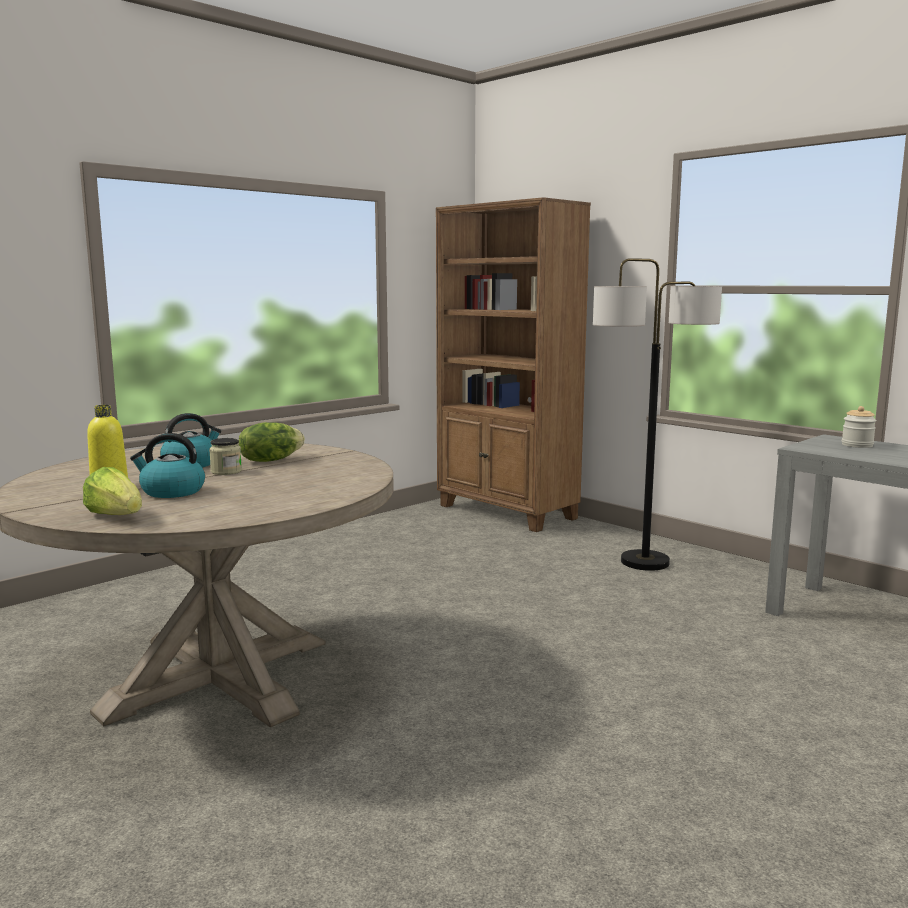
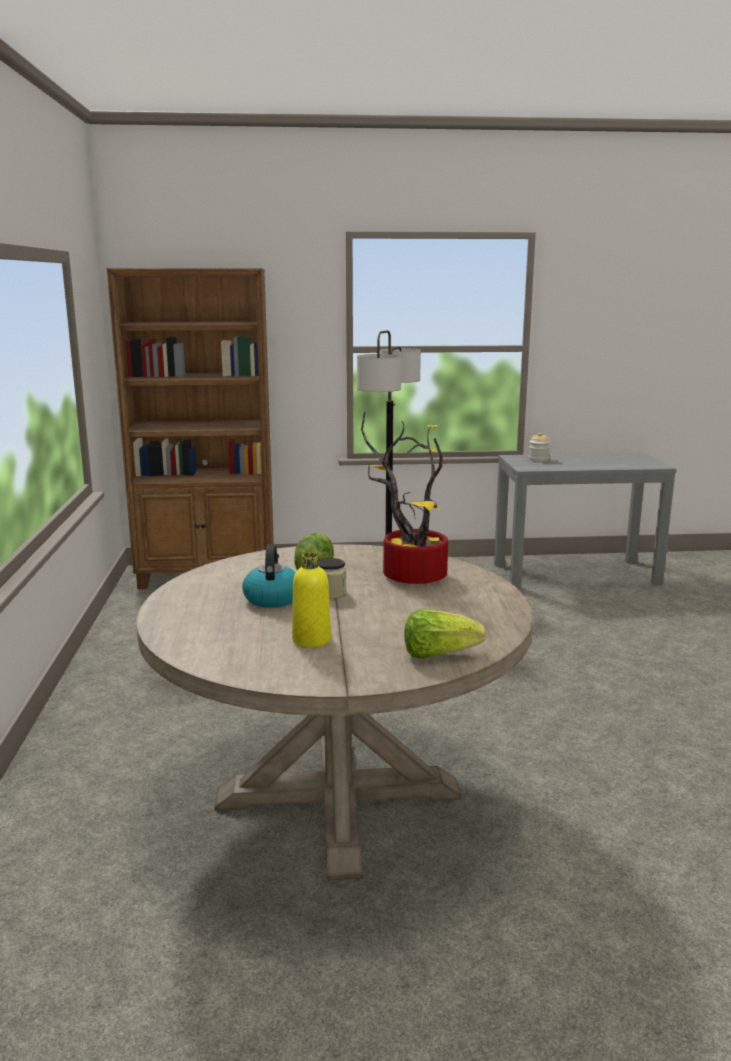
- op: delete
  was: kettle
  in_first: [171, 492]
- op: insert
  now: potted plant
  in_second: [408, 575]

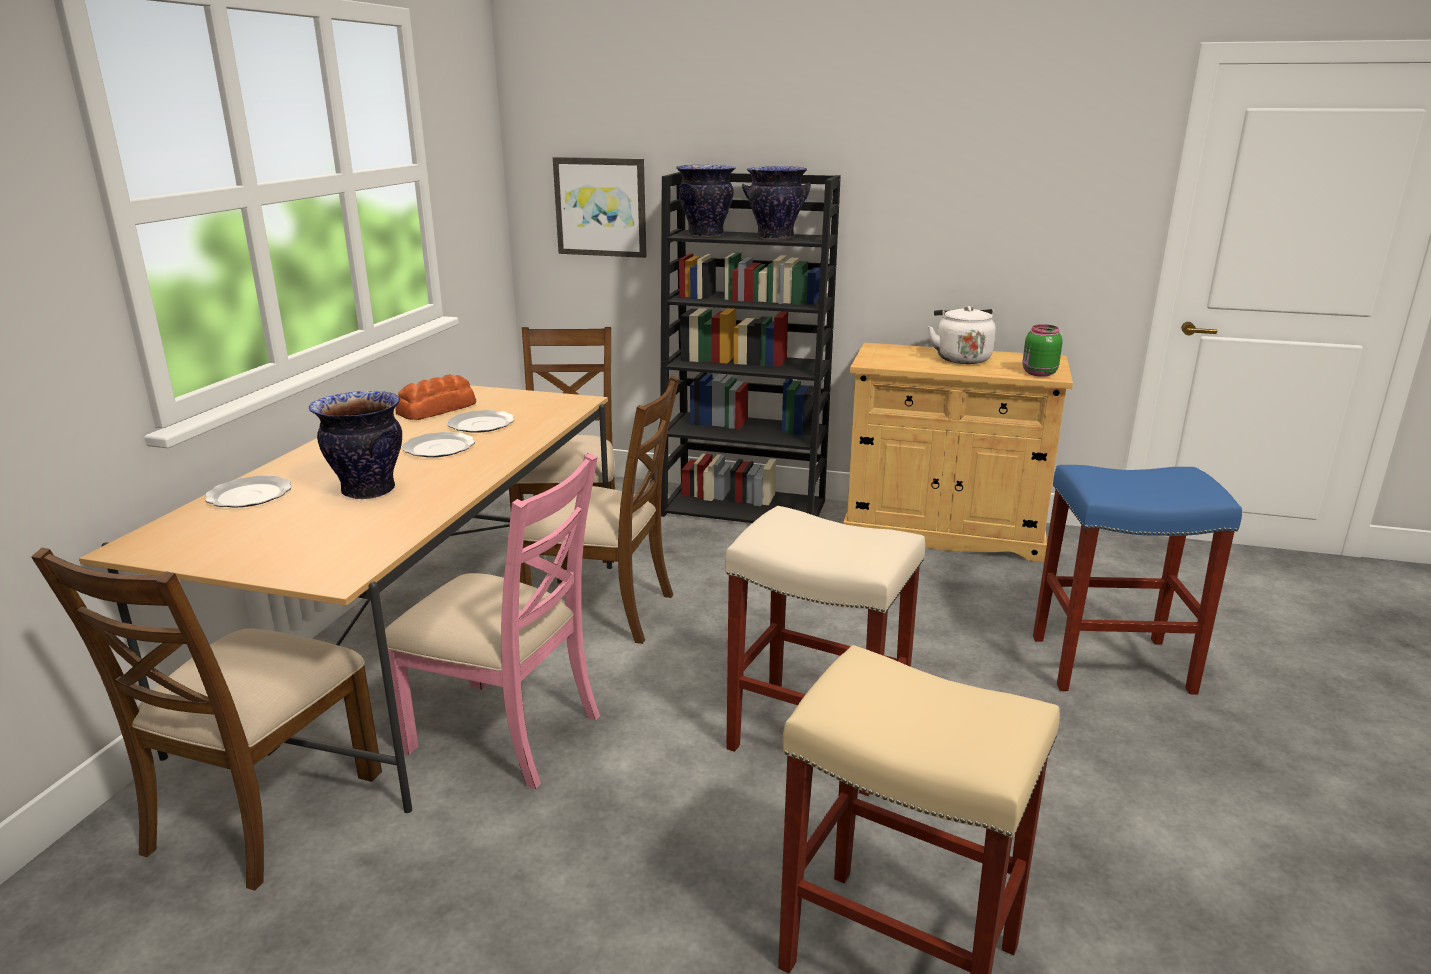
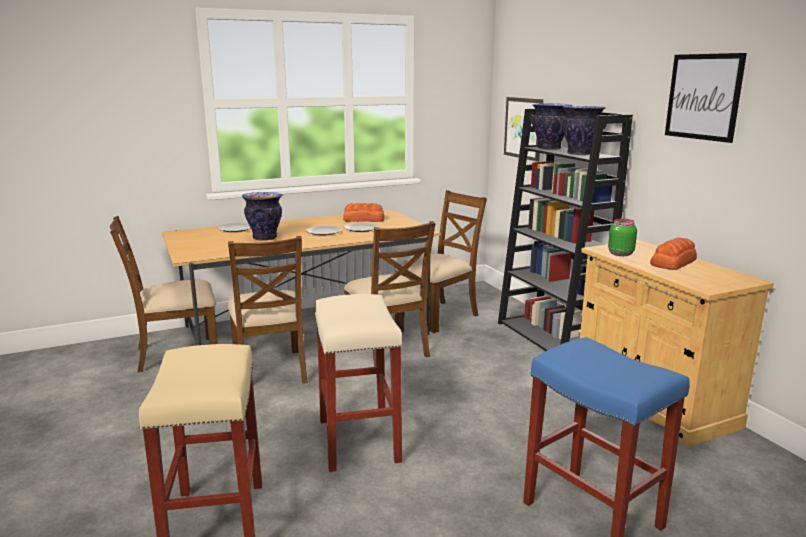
- op: insert
  now: picture
  in_second: [703, 97]
- op: move
  was: jar in green
  in_first: [1038, 373]
  in_second: [619, 254]
- op: replace
  was: kettle in white
  now: bread
  in_first: [961, 358]
  in_second: [674, 262]
- op: recolor
  was: chair in pink
  now: chair in brown
  in_first: [504, 732]
  in_second: [270, 370]

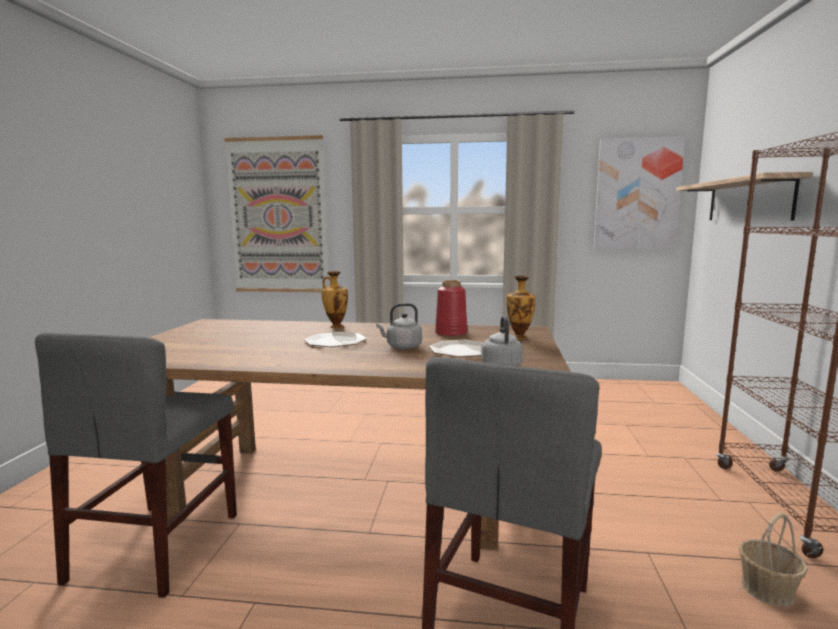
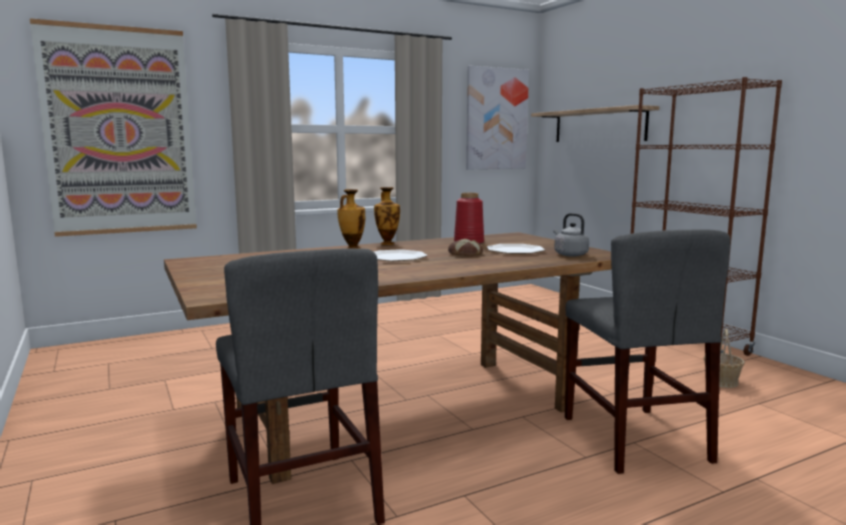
- op: move
  was: vase
  in_first: [519, 337]
  in_second: [387, 243]
- op: replace
  was: kettle in grey
  now: bread
  in_first: [402, 347]
  in_second: [464, 254]

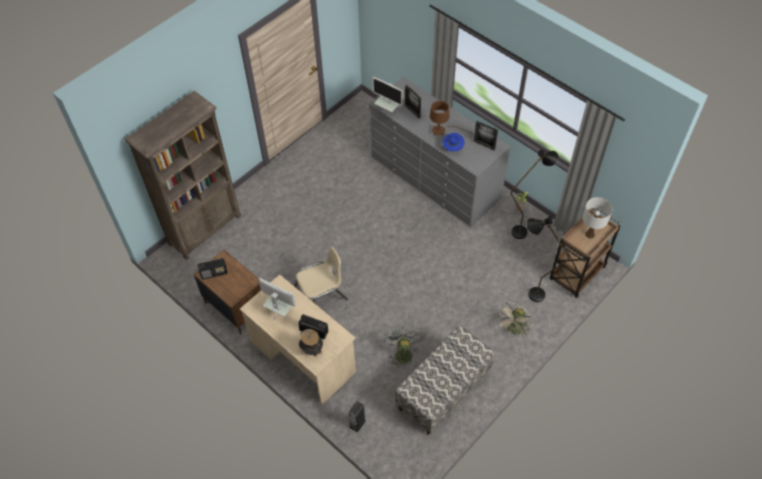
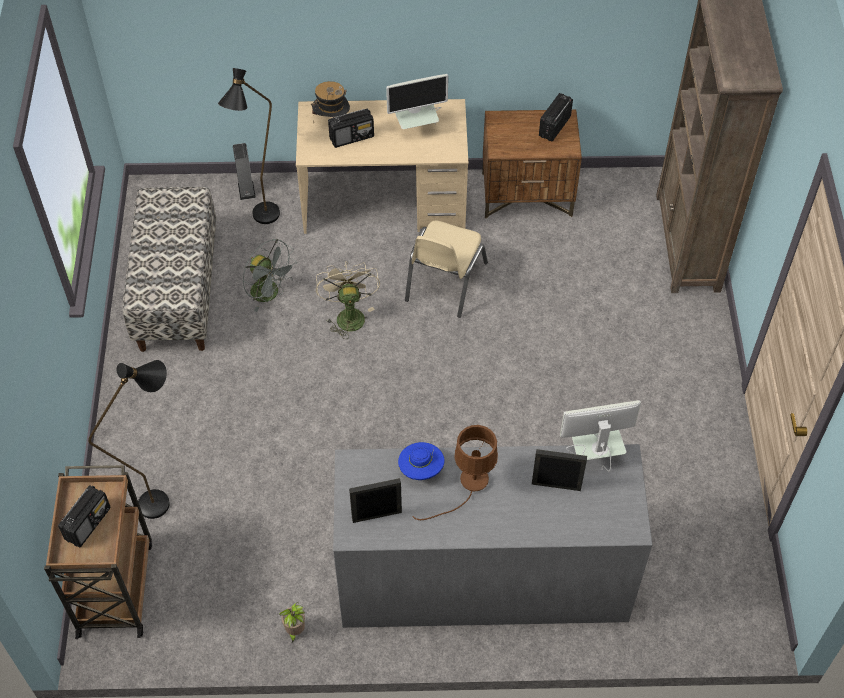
- op: move
  was: fan in beige
  in_first: [514, 330]
  in_second: [348, 314]
- op: move
  was: floor lamp in black
  in_first: [524, 230]
  in_second: [262, 221]
- op: replace
  was: table lamp in white
  now: radio
  in_first: [590, 234]
  in_second: [88, 523]

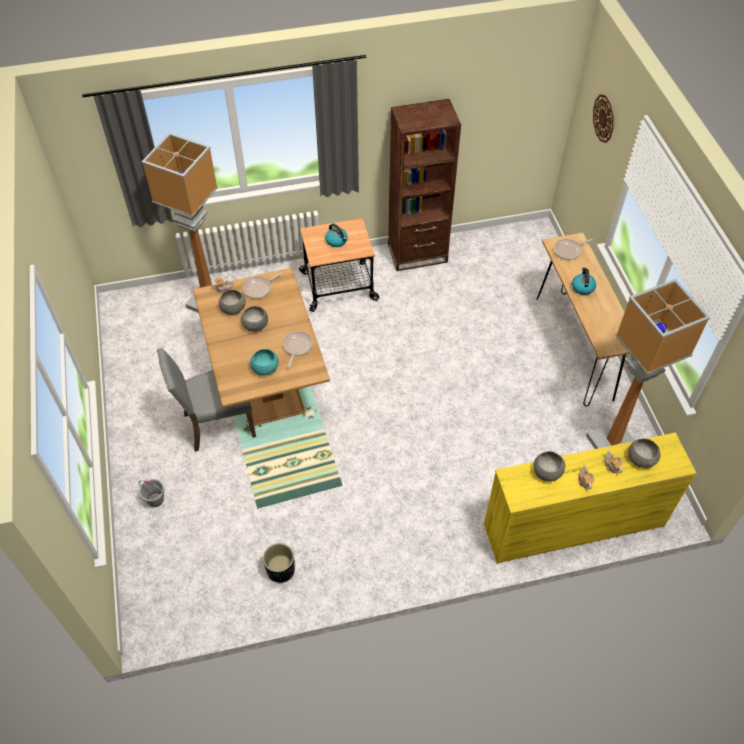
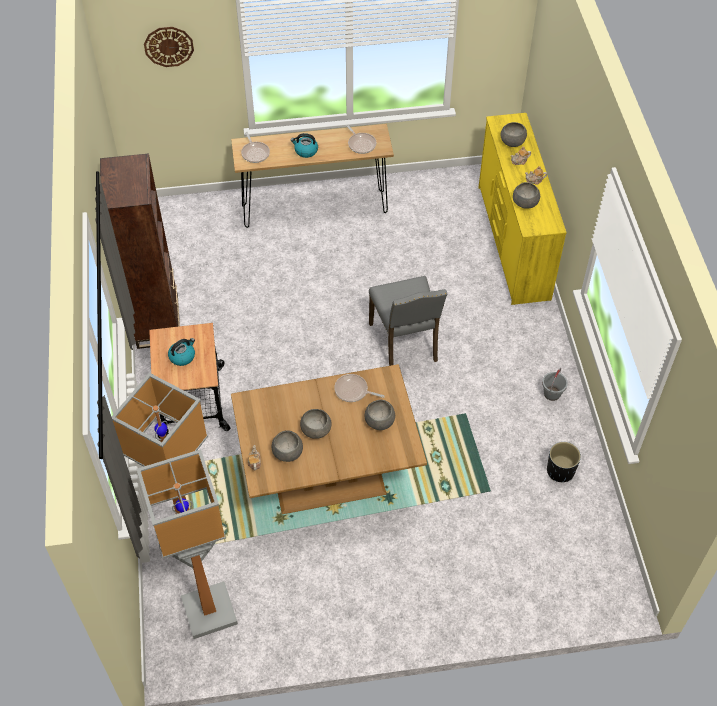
- op: move
  was: bucket in grey
  in_first: [155, 499]
  in_second: [552, 394]
- op: move
  was: chair in grey
  in_first: [217, 424]
  in_second: [405, 343]
- op: move
  was: frying pan
  in_first: [259, 288]
  in_second: [361, 144]
- op: move
  was: floor lamp
  in_first: [611, 443]
  in_second: [208, 612]
- op: recolor
  was: bowl in turquoise
  now: bowl in grey
  in_first: [265, 368]
  in_second: [379, 421]

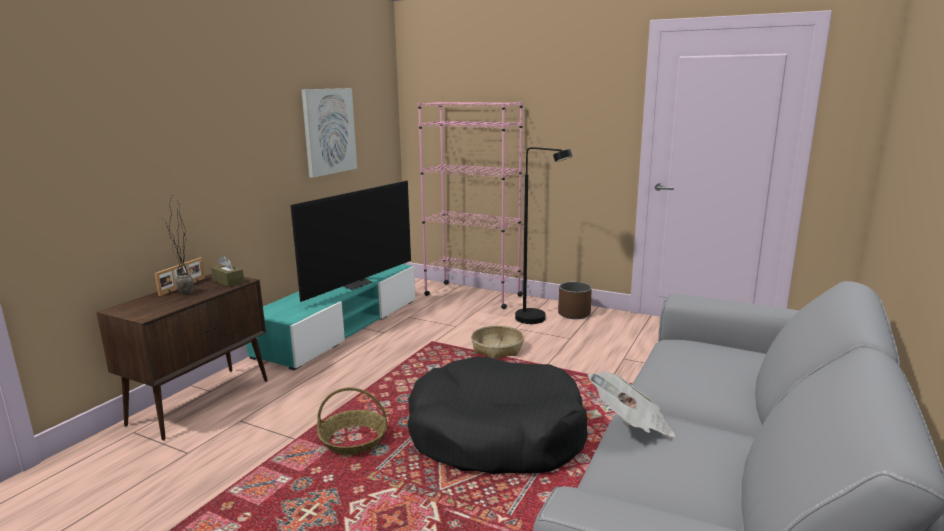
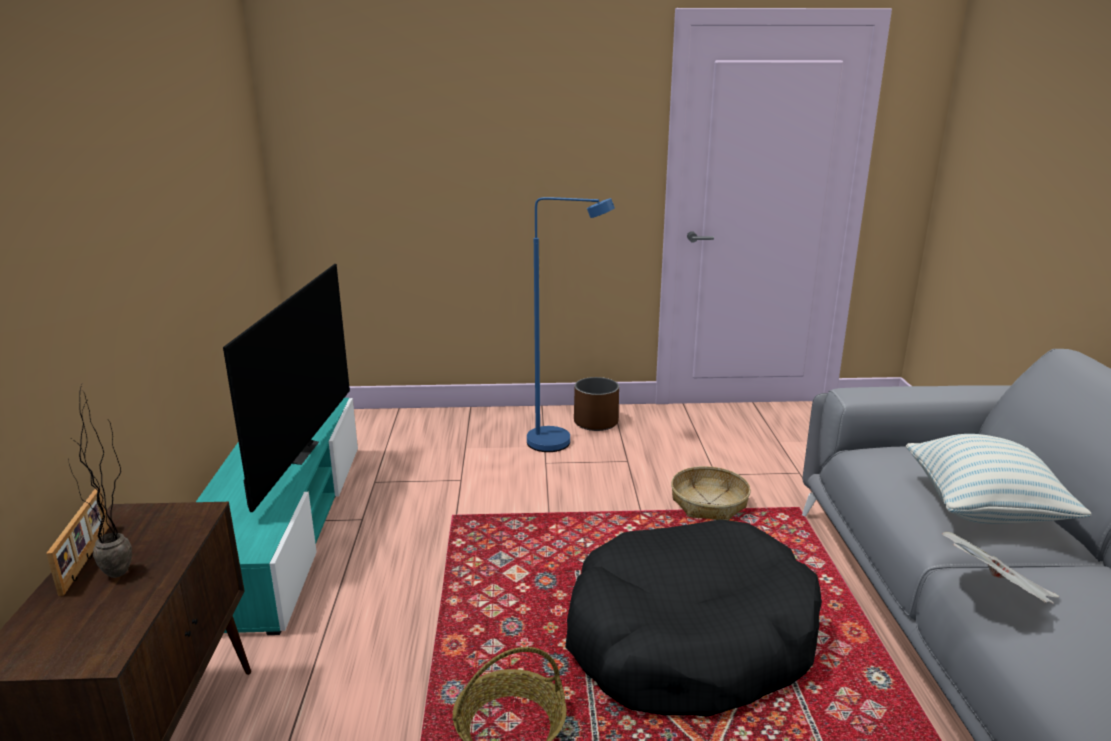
- op: delete
  was: tissue box in brown
  in_first: [228, 281]
- op: delete
  was: picture
  in_first: [329, 131]
- op: delete
  was: bookcase in pink
  in_first: [472, 295]
- op: insert
  now: pillow
  in_second: [983, 509]
- op: move
  was: basket
  in_first: [497, 349]
  in_second: [708, 503]
- op: recolor
  was: floor lamp in black
  now: floor lamp in blue
  in_first: [537, 320]
  in_second: [560, 443]

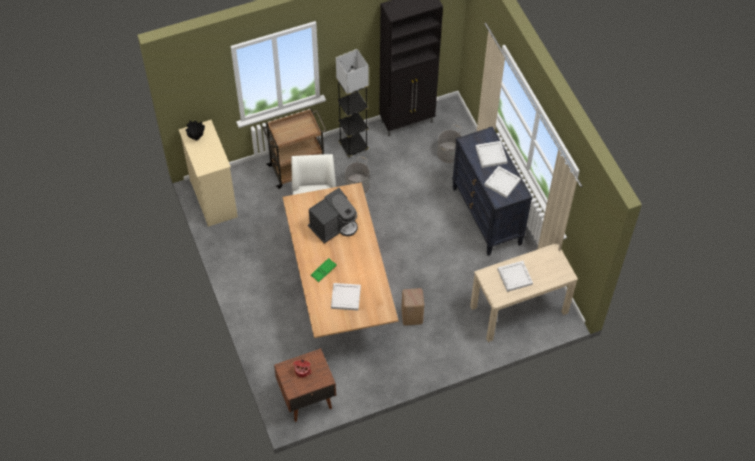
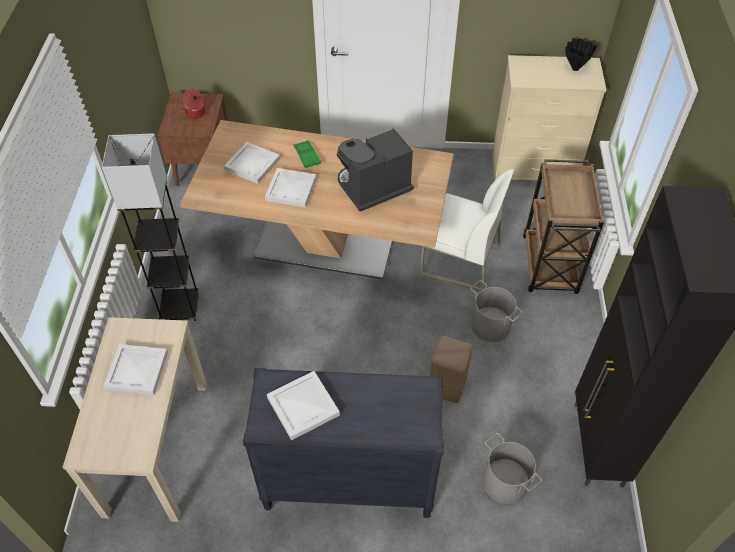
- op: move
  was: floor lamp in grey
  in_first: [353, 146]
  in_second: [180, 308]
- op: move
  was: stool in beige
  in_first: [411, 317]
  in_second: [446, 385]
- op: move
  was: tray in white
  in_first: [491, 155]
  in_second: [290, 189]
- op: rotate
  was: coffee machine
  in_first: [334, 226]
  in_second: [373, 188]
  clockwise: 75

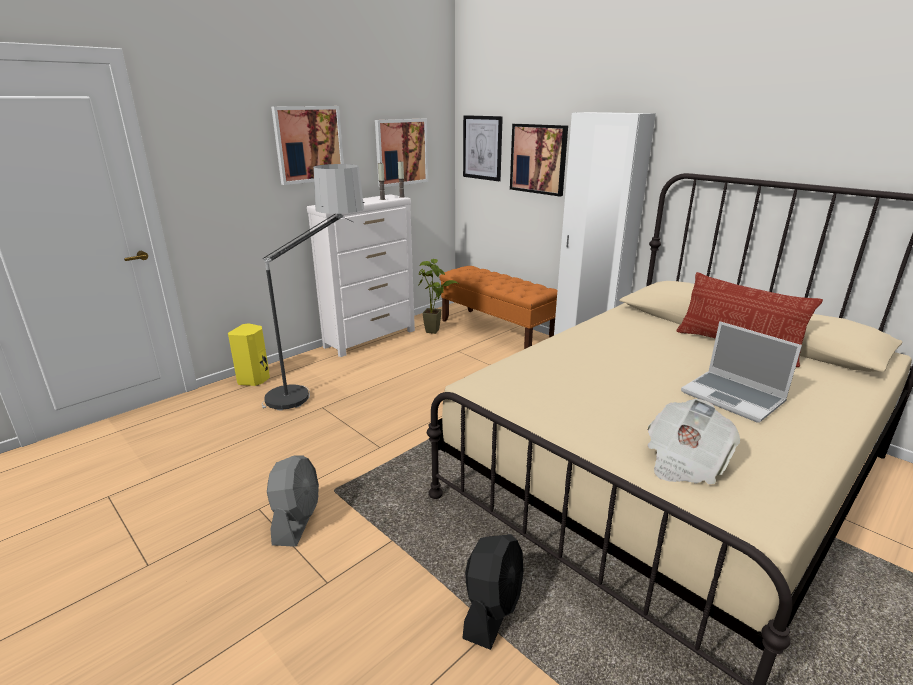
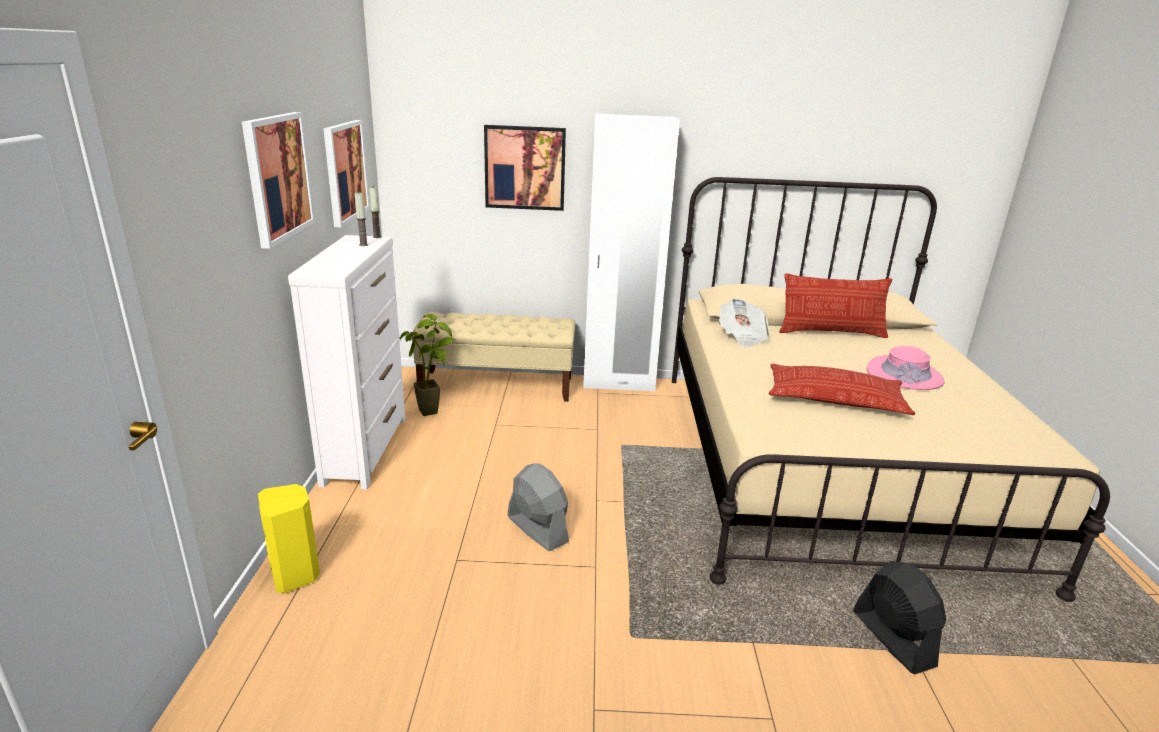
- op: delete
  was: floor lamp
  in_first: [320, 391]
- op: delete
  was: picture
  in_first: [482, 148]
- op: insert
  now: pillow
  in_second: [835, 398]
- op: move
  was: fan in grey
  in_first: [297, 520]
  in_second: [537, 529]
- op: move
  was: newspaper
  in_first: [684, 461]
  in_second: [742, 337]
- op: replace
  was: laptop
  now: hat in pink
  in_first: [734, 397]
  in_second: [904, 375]
- op: recolor
  was: bench in orange
  now: bench in beige
  in_first: [496, 330]
  in_second: [497, 386]

